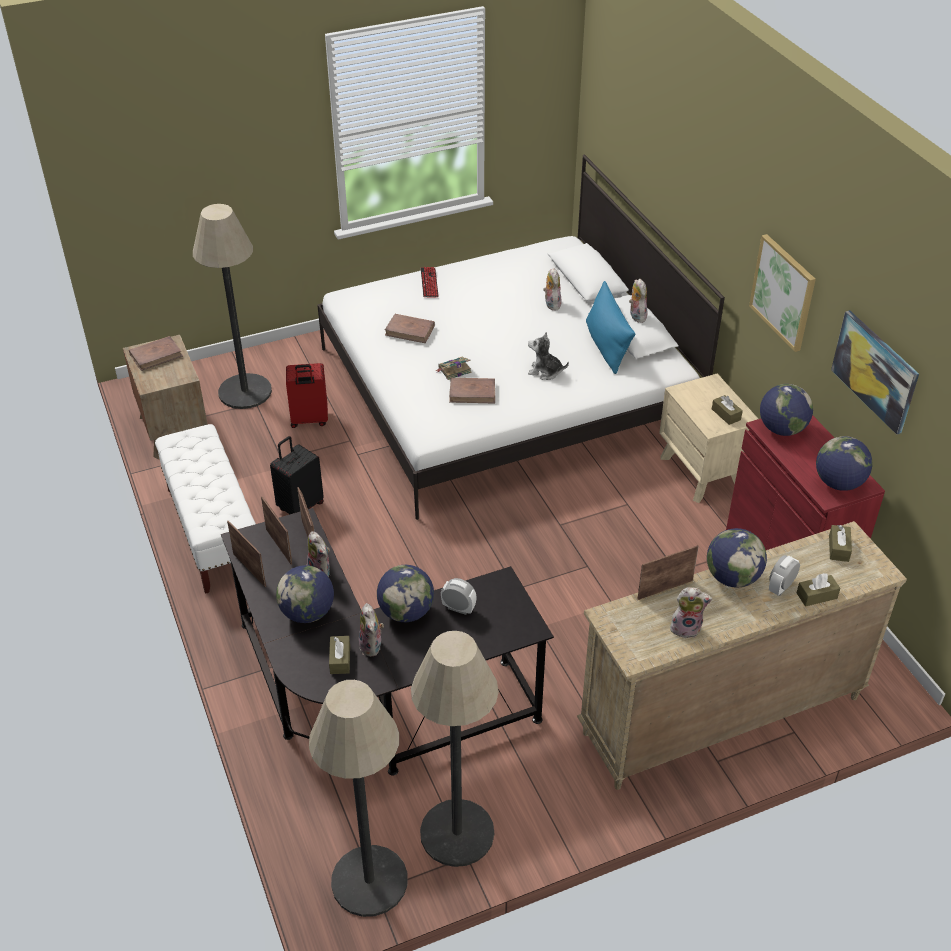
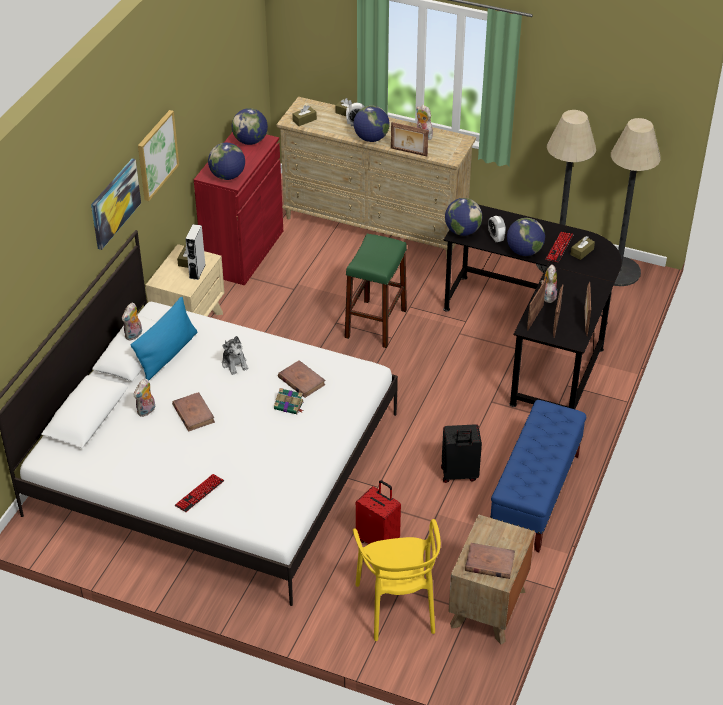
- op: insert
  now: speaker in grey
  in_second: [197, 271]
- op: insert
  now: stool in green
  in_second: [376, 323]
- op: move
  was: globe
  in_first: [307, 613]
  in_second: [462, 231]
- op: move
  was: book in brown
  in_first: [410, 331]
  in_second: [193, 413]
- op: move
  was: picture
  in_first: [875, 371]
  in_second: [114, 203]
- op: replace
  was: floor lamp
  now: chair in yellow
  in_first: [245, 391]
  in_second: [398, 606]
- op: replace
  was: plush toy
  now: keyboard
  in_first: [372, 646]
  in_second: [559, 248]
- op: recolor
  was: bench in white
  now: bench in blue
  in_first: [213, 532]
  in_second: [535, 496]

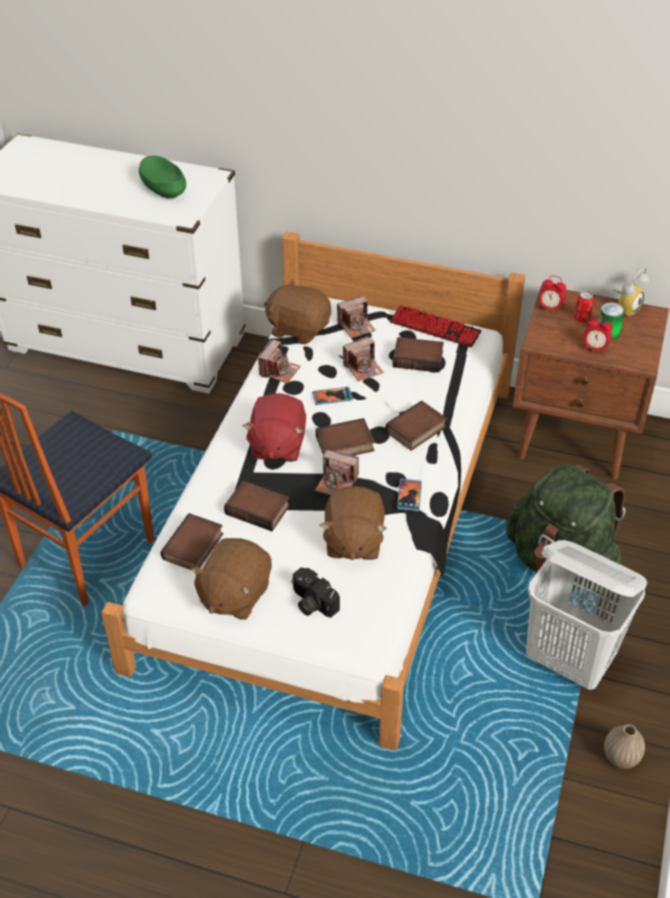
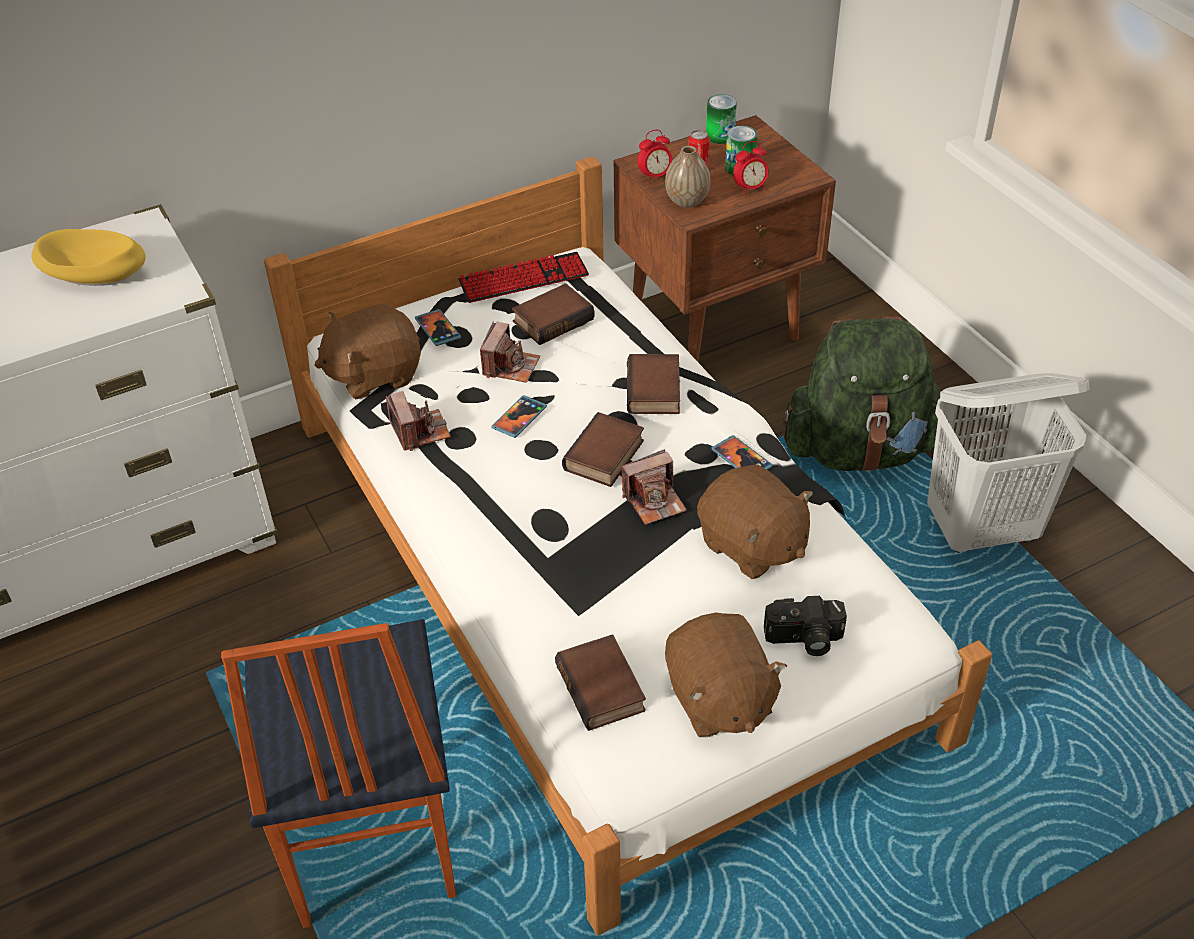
- op: delete
  was: book
  in_first: [259, 509]
- op: delete
  was: plush toy in red
  in_first: [276, 445]
- op: move
  was: vase
  in_first: [620, 758]
  in_second: [687, 201]
- op: replace
  was: photo camera
  now: phone
  in_first: [356, 326]
  in_second: [438, 329]
- op: replace
  was: alarm clock
  now: can
  in_first: [625, 308]
  in_second: [720, 136]
- op: recolor
  was: bowl in green
  now: bowl in yellow
  in_first: [164, 189]
  in_second: [95, 274]

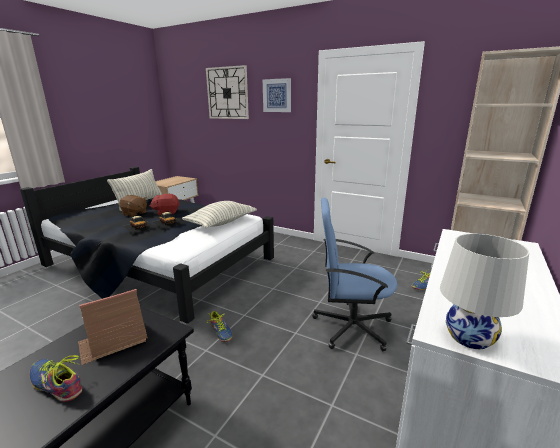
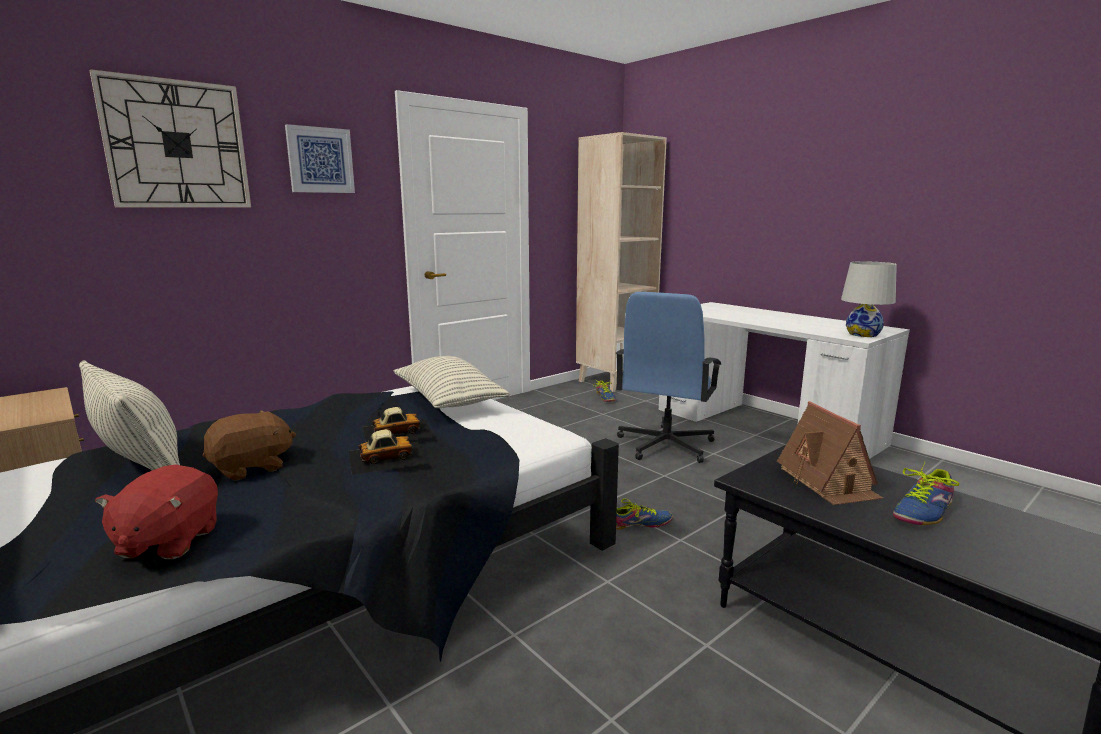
- op: move
  was: plush toy in red
  in_first: [166, 212]
  in_second: [168, 541]

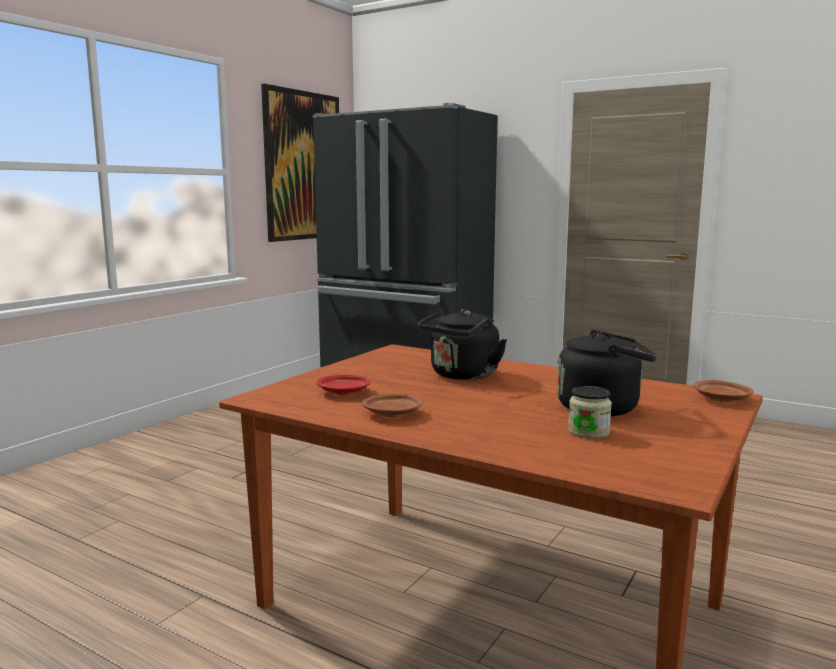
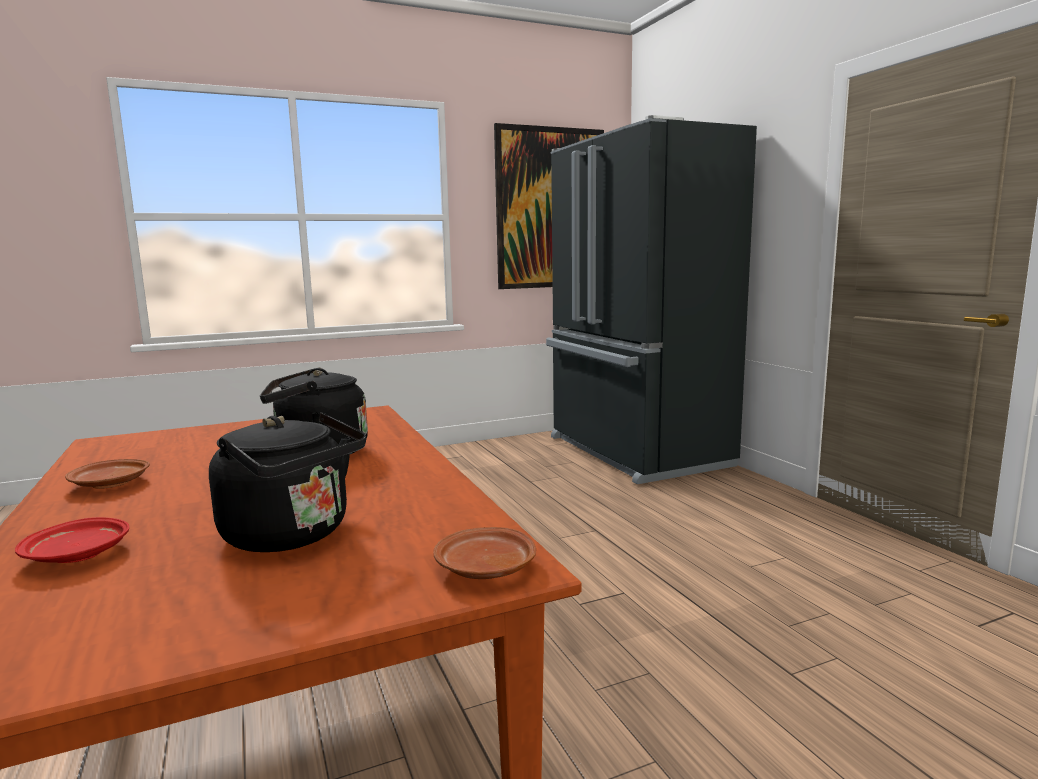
- op: delete
  was: jar
  in_first: [588, 432]
- op: move
  was: plate in red
  in_first: [344, 392]
  in_second: [77, 555]

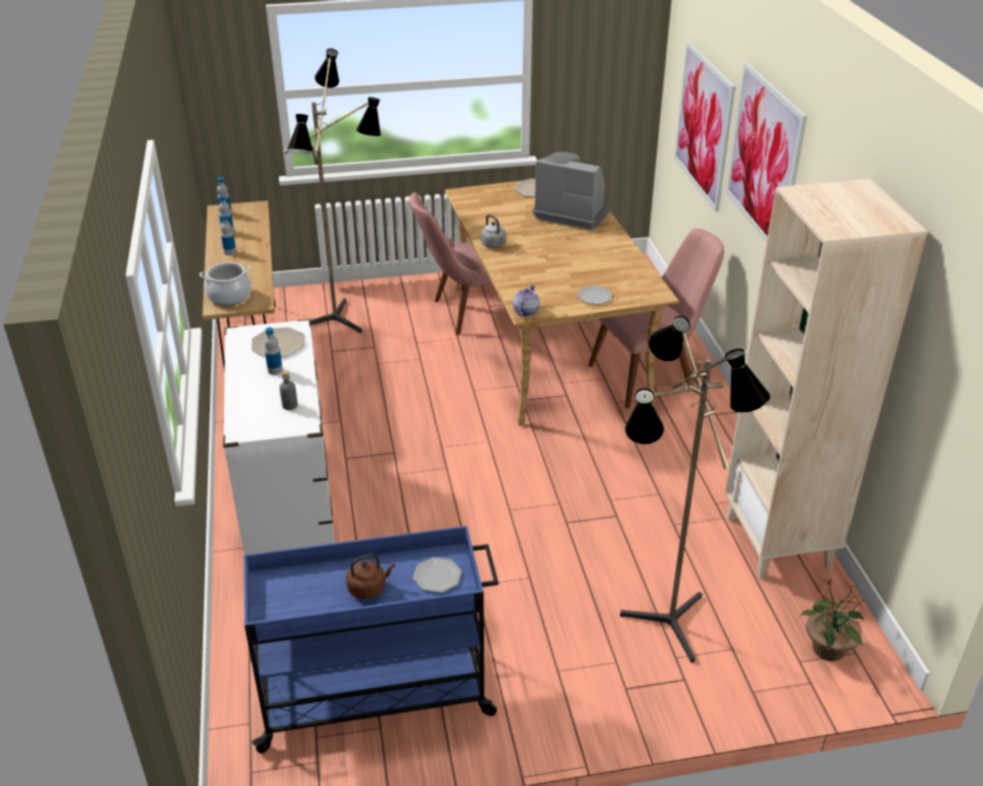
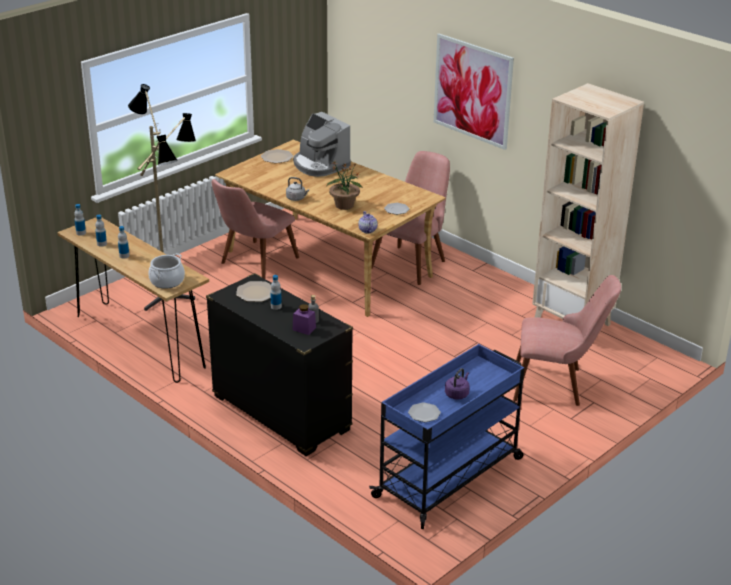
- op: delete
  was: picture
  in_first: [704, 125]
- op: insert
  now: jar in purple
  in_second: [304, 329]
- op: move
  was: plate
  in_first: [437, 576]
  in_second: [424, 413]
- op: move
  was: potted plant
  in_first: [828, 649]
  in_second: [344, 206]
- op: replace
  was: floor lamp
  now: chair in pink
  in_first: [661, 627]
  in_second: [558, 384]
- op: recolor
  was: dresser in white
  now: dresser in black
  in_first: [289, 508]
  in_second: [280, 413]
- op: recolor
  was: kettle in brown
  now: kettle in purple
  in_first: [369, 588]
  in_second: [457, 394]
- op: rotate
  was: coffee machine
  in_first: [572, 212]
  in_second: [320, 165]
  clockwise: -120

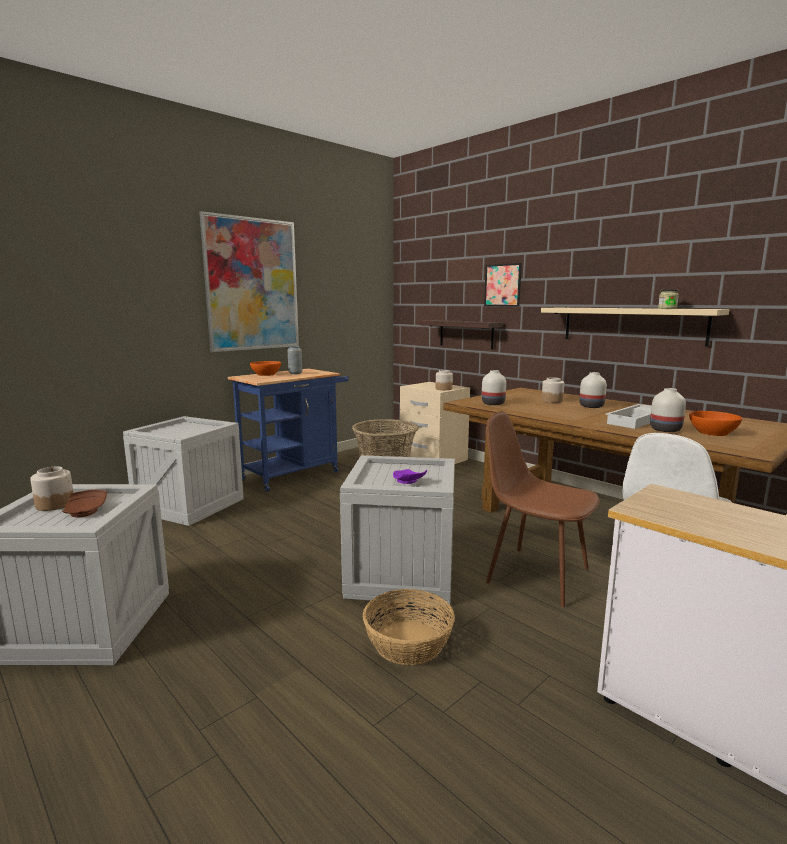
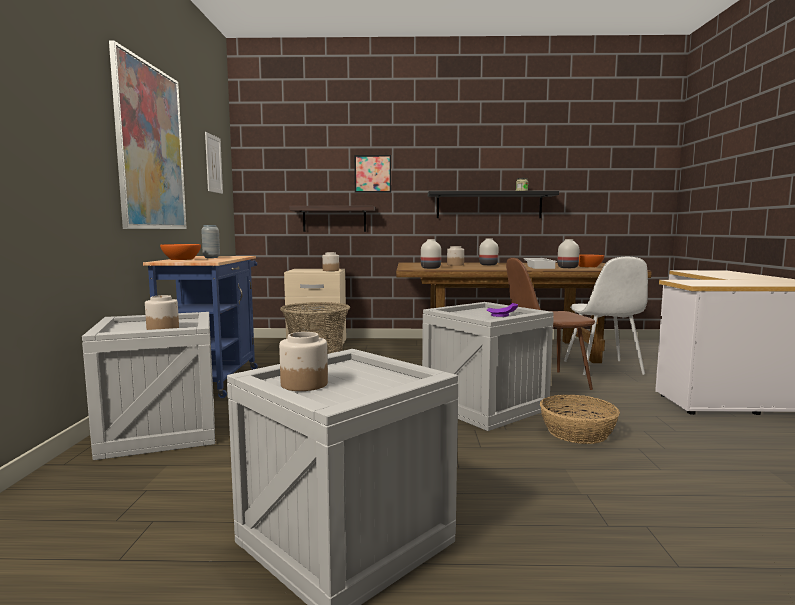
- op: delete
  was: plate in brown
  in_first: [86, 511]
- op: insert
  now: jar
  in_second: [163, 328]
- op: insert
  now: picture
  in_second: [213, 164]
- op: recolor
  was: shelf in beige
  now: shelf in black
  in_first: [632, 325]
  in_second: [489, 205]

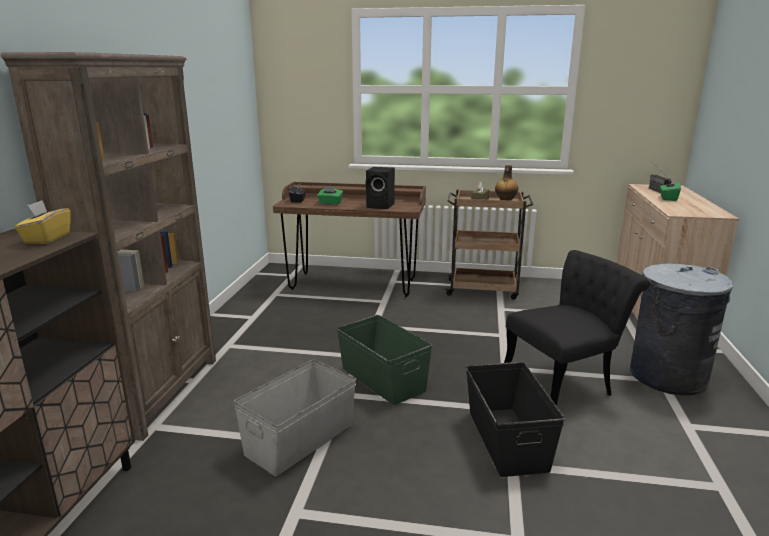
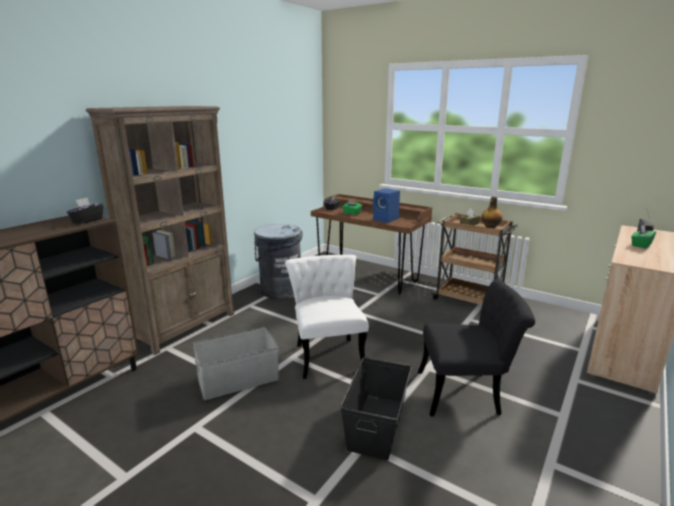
- op: move
  was: trash can in grey
  in_first: [667, 376]
  in_second: [281, 290]
- op: replace
  was: storage box in green
  now: chair in white
  in_first: [383, 378]
  in_second: [327, 353]
- op: recolor
  was: tissue box in yellow
  now: tissue box in black
  in_first: [47, 238]
  in_second: [87, 220]
- op: recolor
  was: speaker in black
  now: speaker in blue
  in_first: [381, 206]
  in_second: [386, 219]

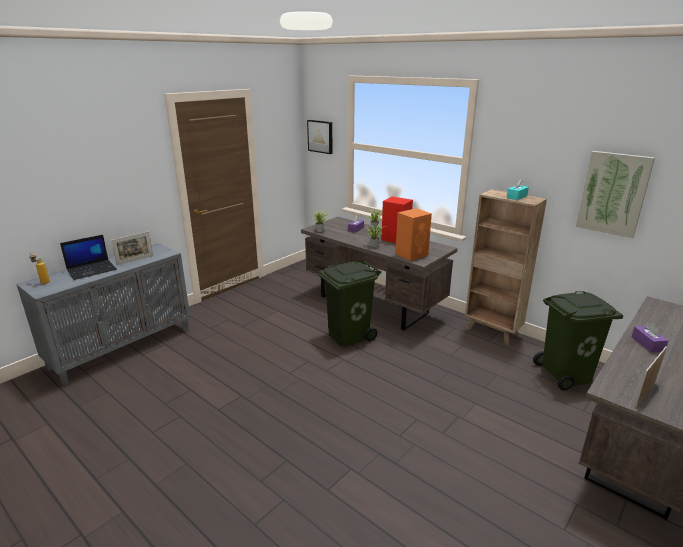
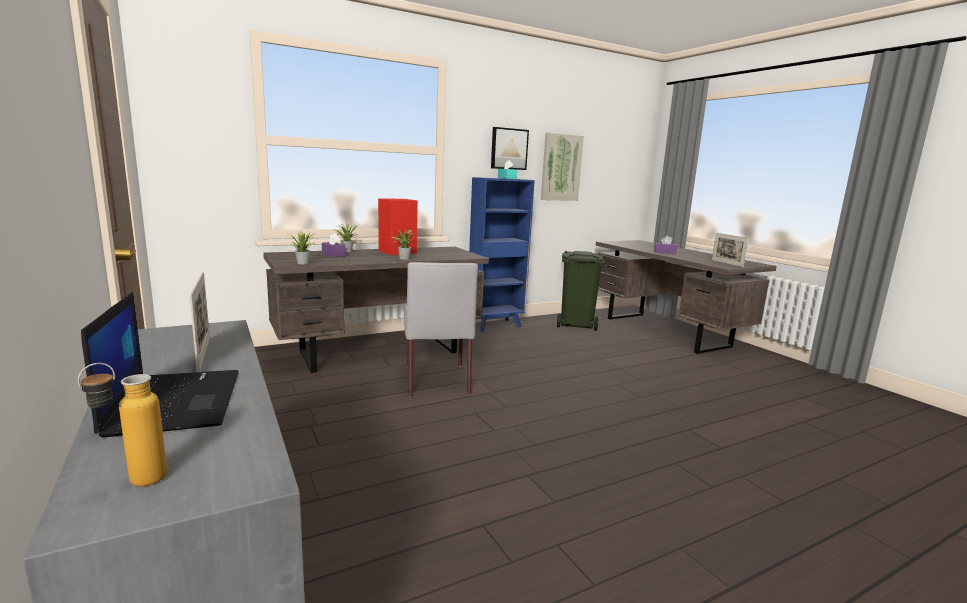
- op: delete
  was: speaker in orange
  in_first: [412, 254]
- op: move
  was: picture
  in_first: [321, 136]
  in_second: [508, 149]
- op: replace
  was: trash can in green
  now: chair in grey
  in_first: [348, 335]
  in_second: [436, 379]
- op: recolor
  was: bookcase in brown
  now: bookcase in blue
  in_first: [492, 332]
  in_second: [496, 325]

